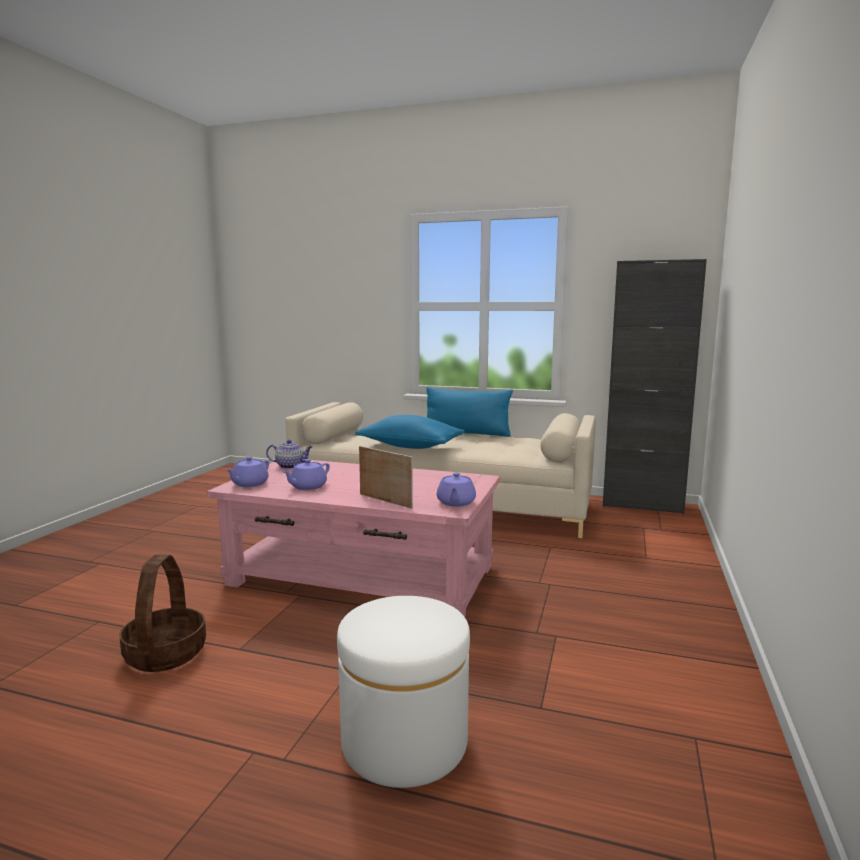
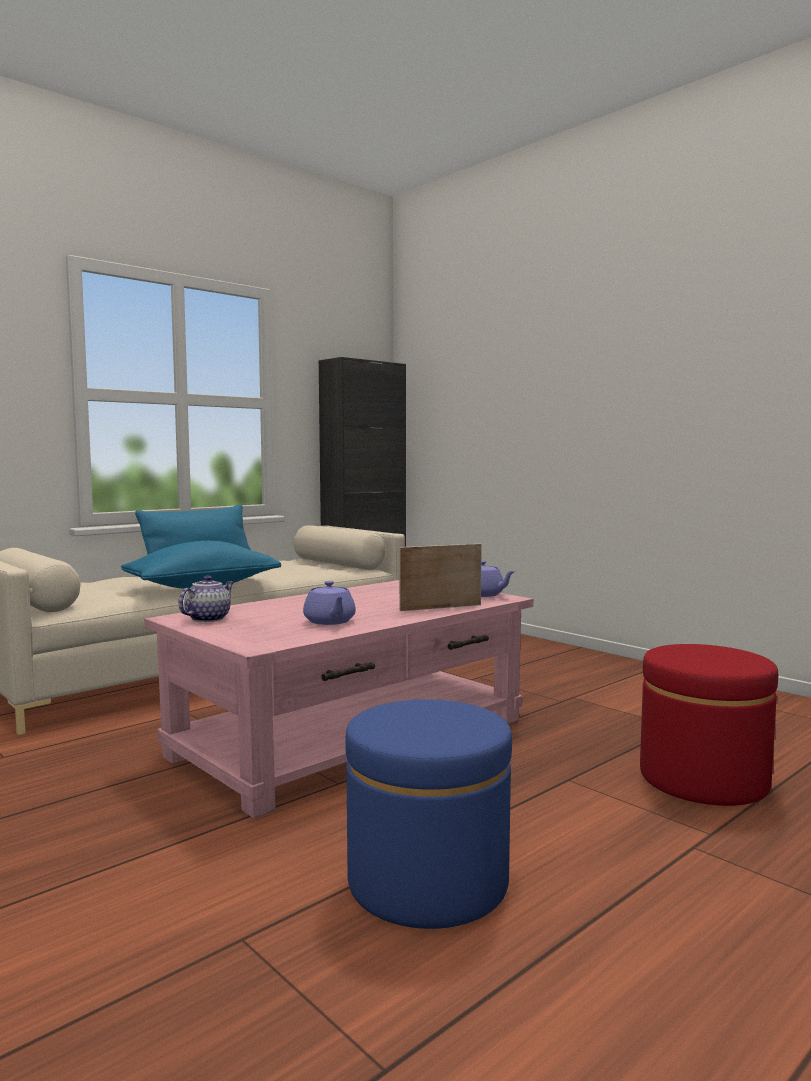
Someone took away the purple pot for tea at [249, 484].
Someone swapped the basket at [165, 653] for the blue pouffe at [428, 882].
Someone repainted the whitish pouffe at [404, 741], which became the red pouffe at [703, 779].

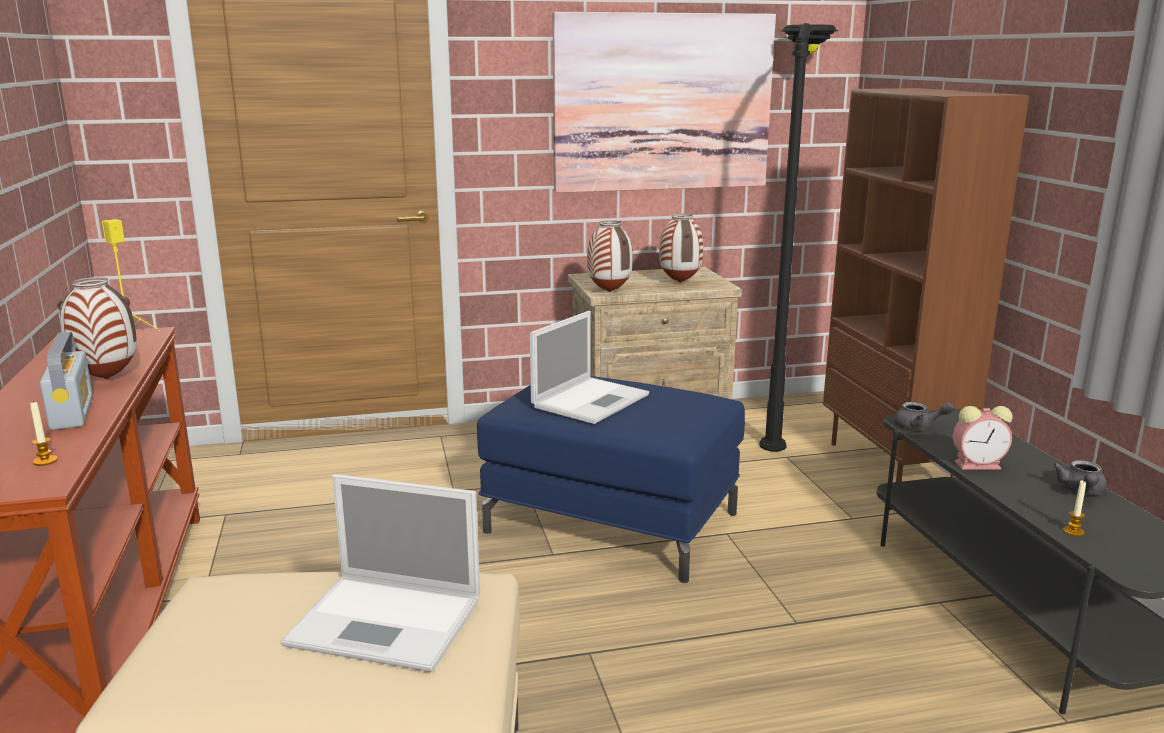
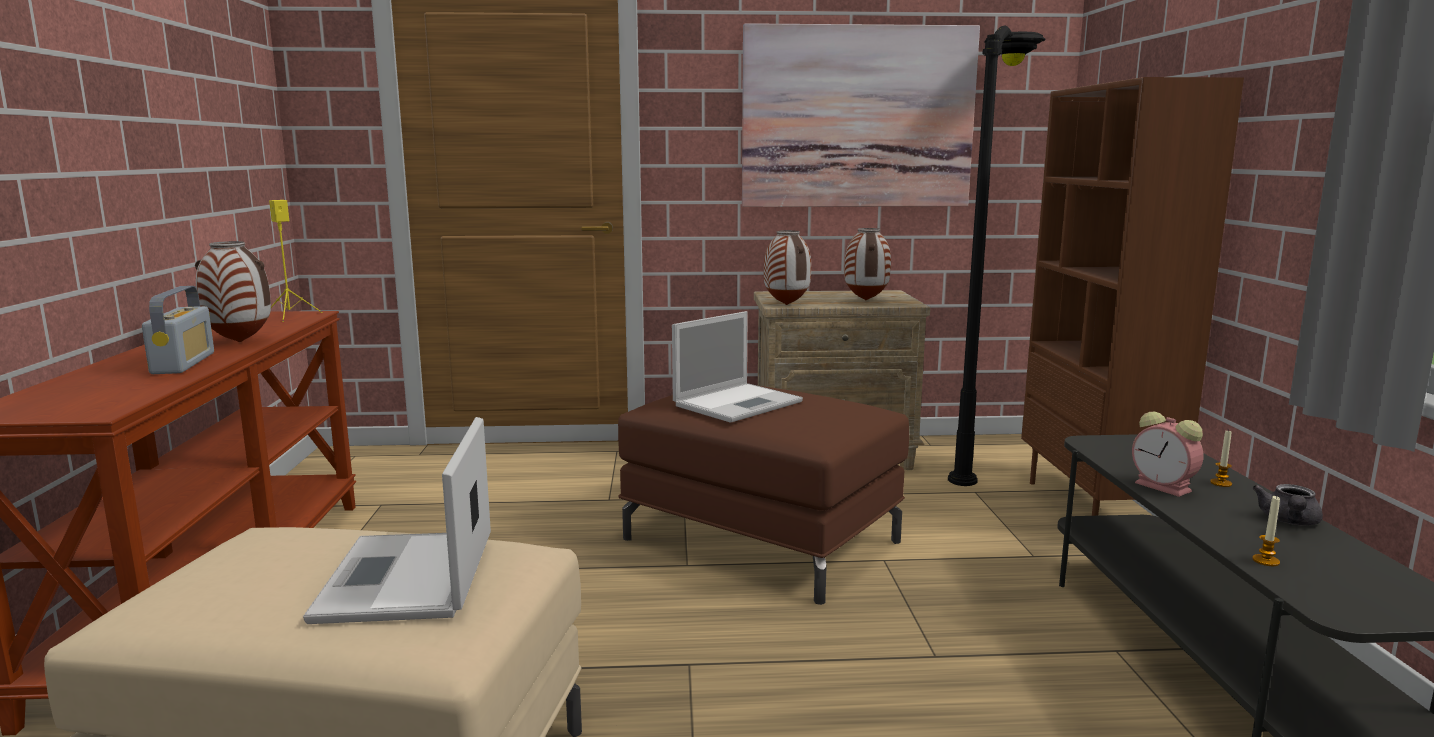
Someone took away the greyish pot for tea at [919, 427].
Someone carried the wax candle from [45, 461] to [1221, 483].
Someone repainted the blue pouffe at [612, 522], which became the brown pouffe at [762, 540].
Someone rotated the portable computer at [389, 622] by 60 degrees clockwise.
Someone rotated the bedside clock at [979, 465] by 45 degrees clockwise.

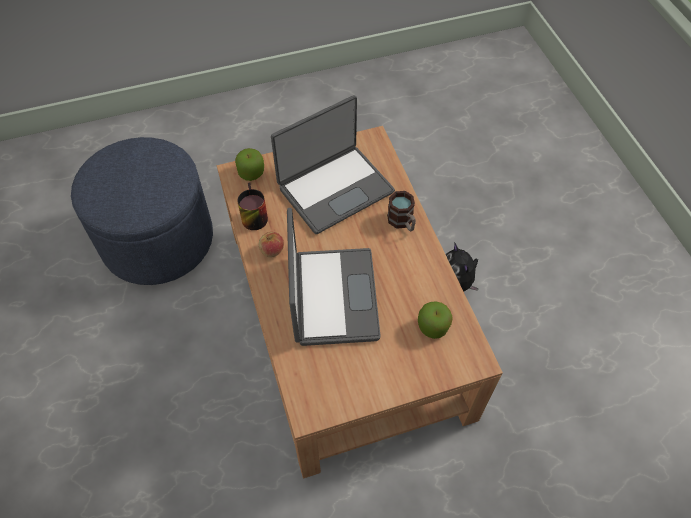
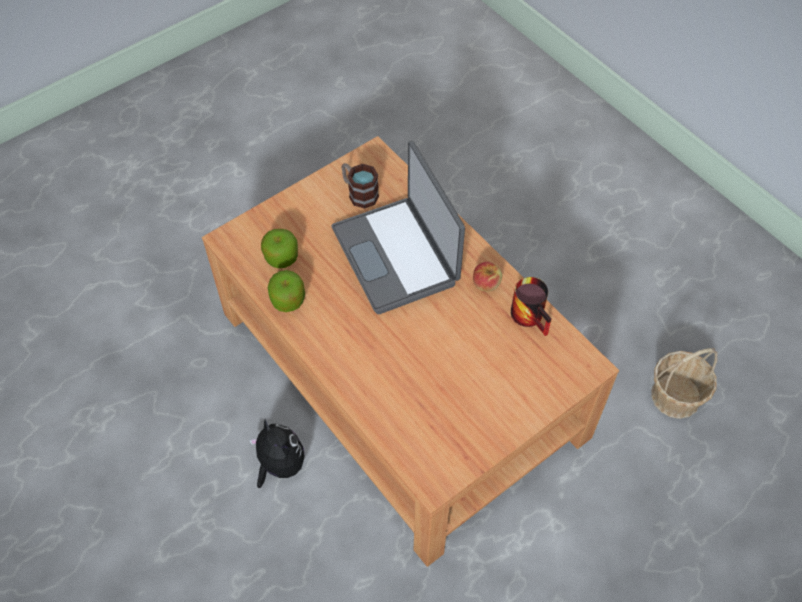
Someone took away the portable computer at [334, 188].
Someone carried the apple from [251, 172] to [288, 300].
Someone carried the tea mug from [402, 222] to [359, 193].
Someone swapped the blue pouffe at [157, 239] for the basket at [676, 396].

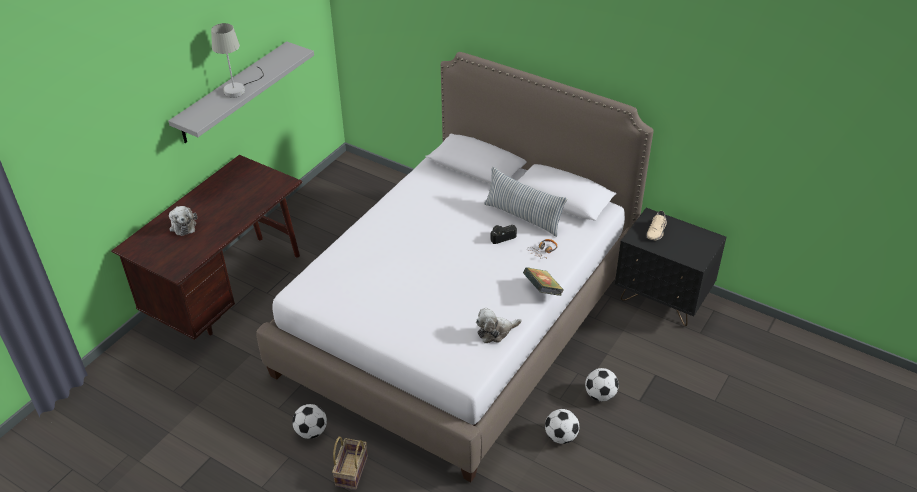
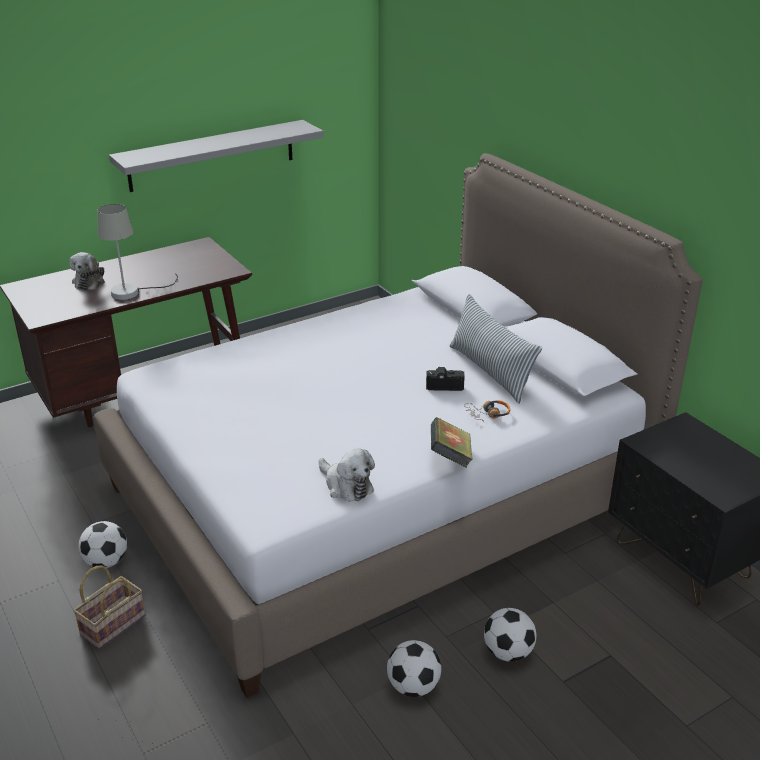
Someone took away the sand-coloured shoe at [657, 231].
Someone carried the greyish tabletop lamp from [239, 88] to [133, 292].
Someone rotated the cuddly toy at [495, 332] by 135 degrees counterclockwise.

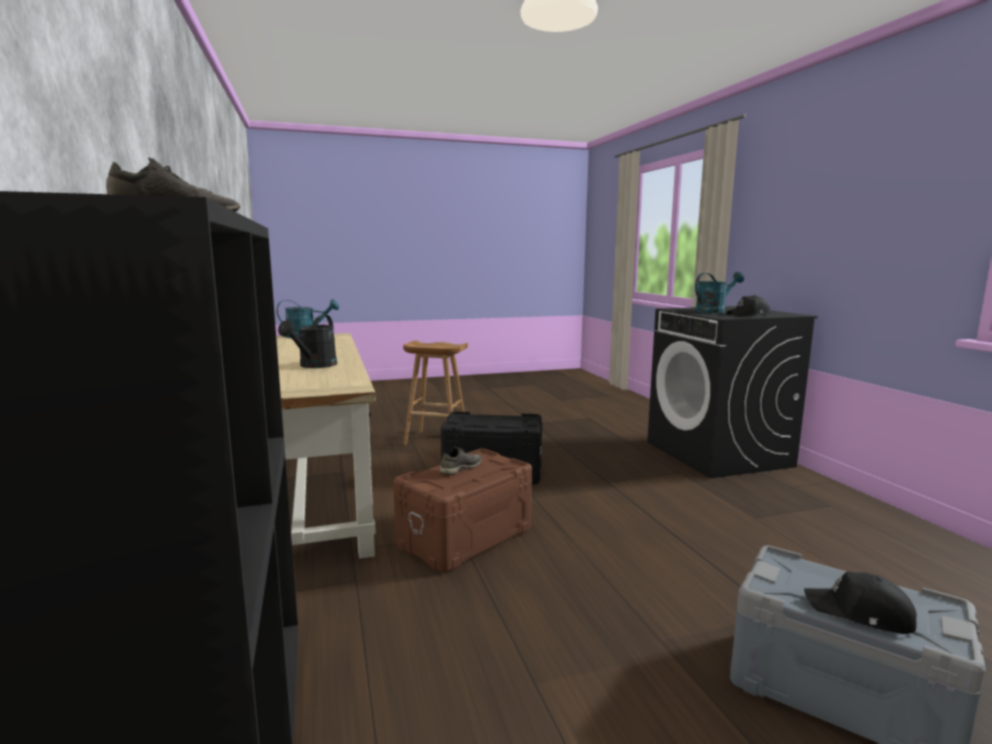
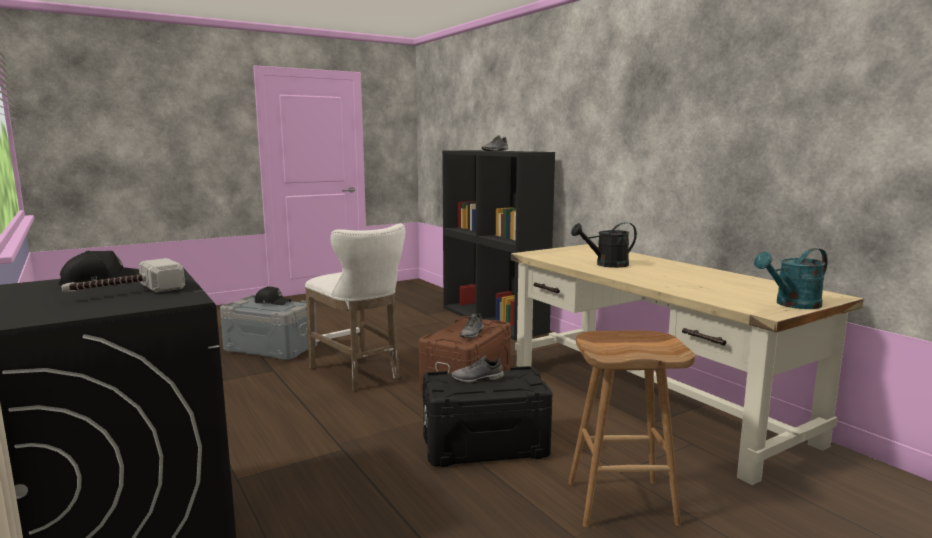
Someone put down the whitish stool at [358, 373].
Someone put down the greyish shoe at [477, 379].
Someone swapped the turquoise watering pot at [713, 311] for the hammer at [125, 292].
Someone rotated the blackish watering pot at [314, 366] by 105 degrees counterclockwise.

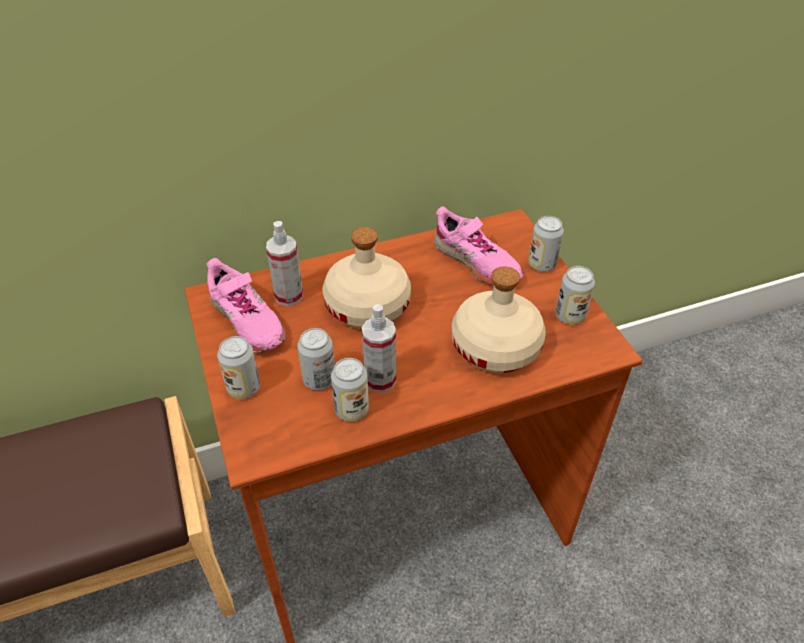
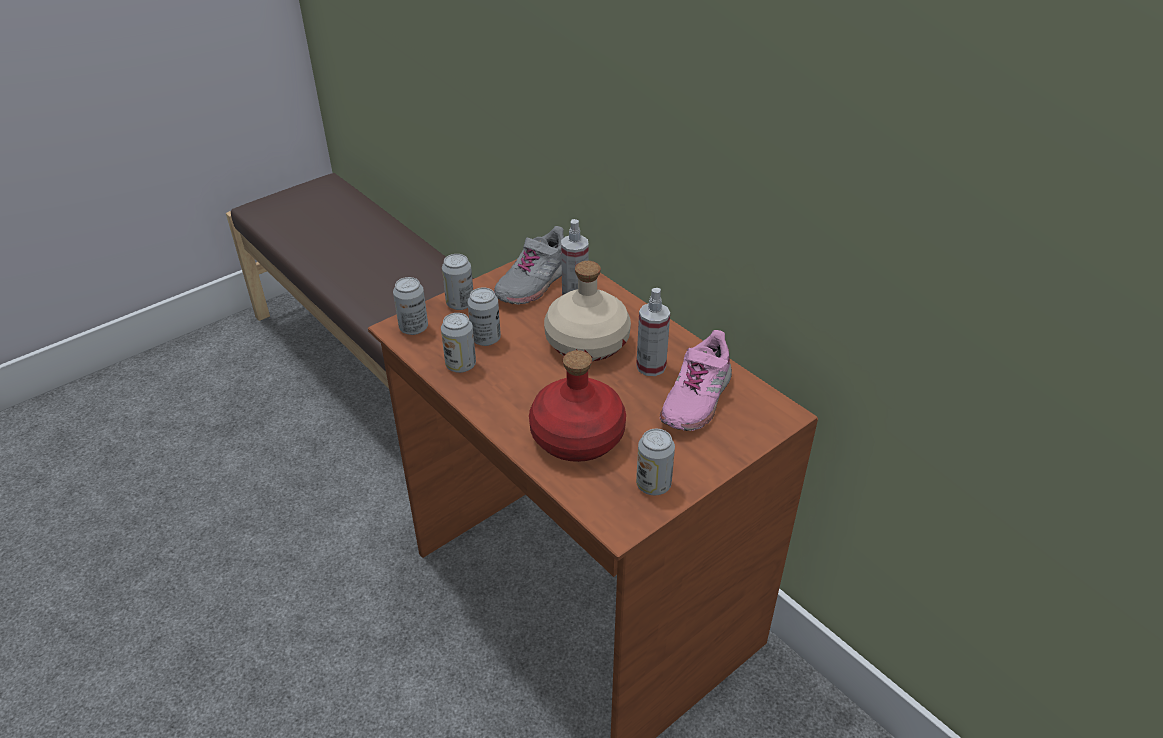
Someone carried the spray bottle from [380, 380] to [651, 366].
Someone carried the can from [542, 264] to [413, 328].
Someone repainted the pinkish shoe at [246, 321], which became the greyish shoe at [532, 282].
Someone repainted the sand-coloured drink bottle at [496, 346], which became the red drink bottle at [578, 437].

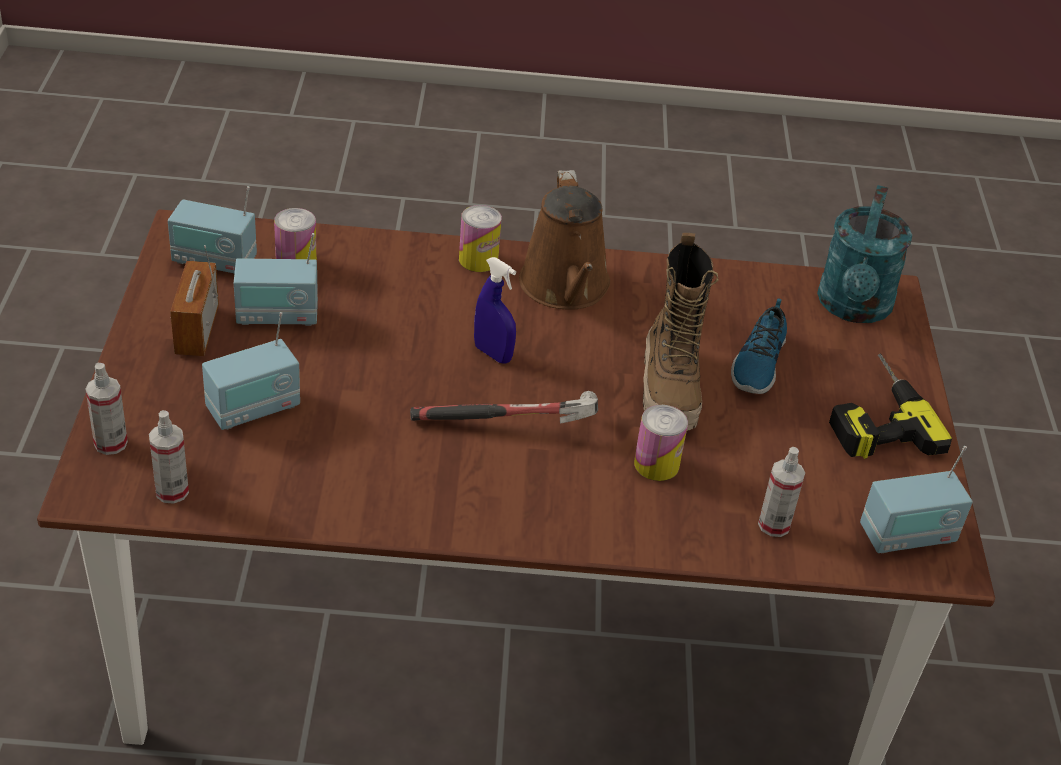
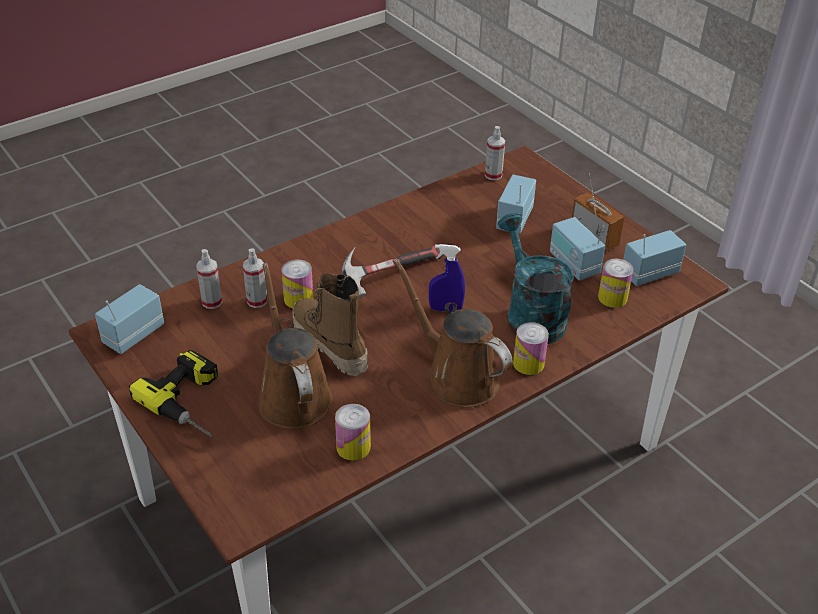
Someone put down the can at [353, 447].
Someone carried the spray bottle from [110, 443] to [257, 301].
Someone carried the turquoise watering pot from [853, 308] to [530, 314].
Someone swapped the shoe at [757, 363] for the brown watering pot at [292, 395].
Someone rotated the radio receiver at [277, 316] by 75 degrees counterclockwise.

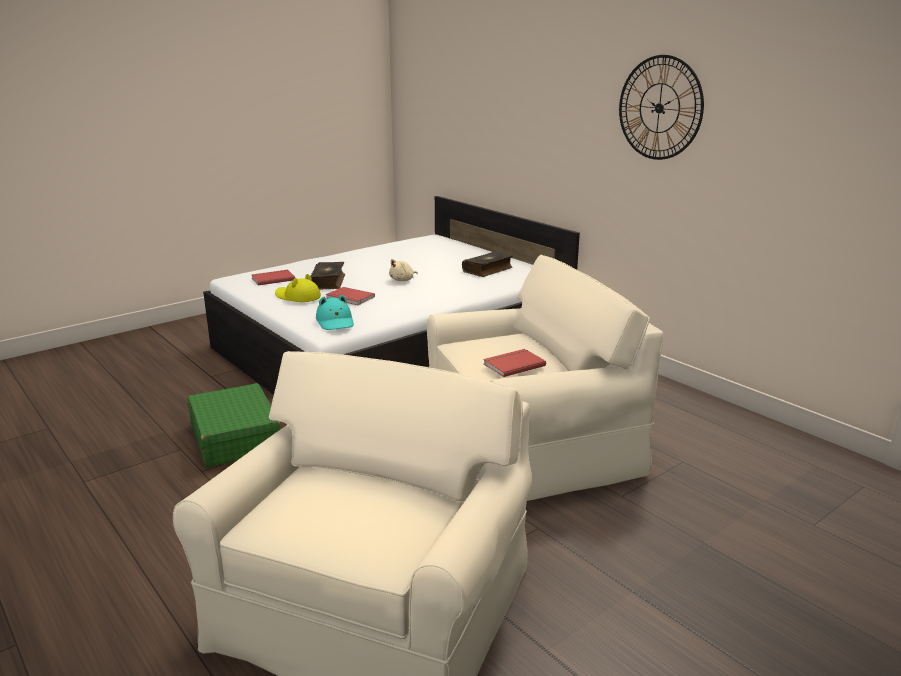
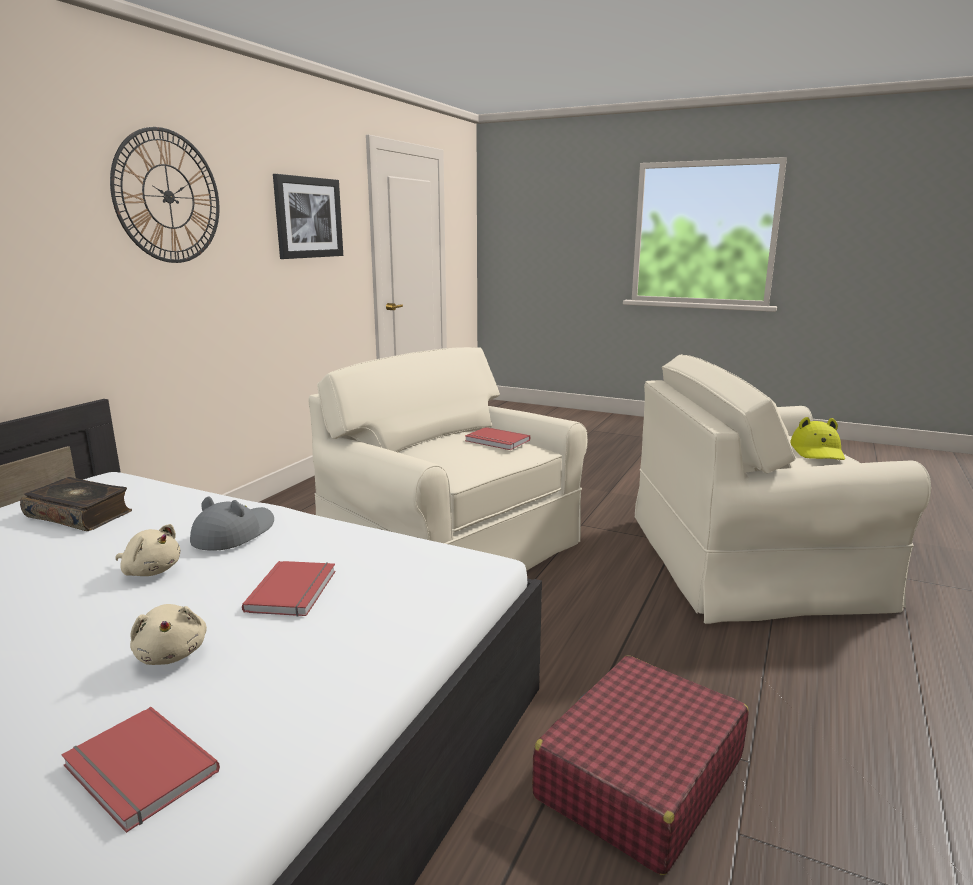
Someone took away the turquoise hat at [335, 322].
Someone put down the greyish hat at [234, 533].
Someone put up the wall art at [308, 217].
Someone carried the yellow-coloured hat from [297, 297] to [817, 451].
Someone swapped the volume at [328, 282] for the sand-coloured cuddly toy at [172, 654].
Someone repainted the green suitcase at [236, 438], which became the red suitcase at [639, 778].

